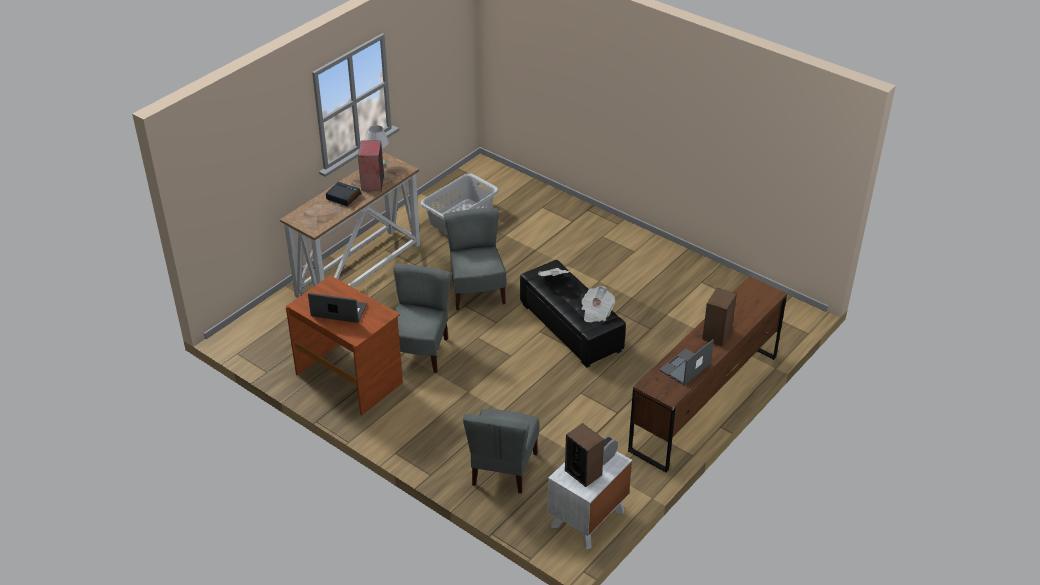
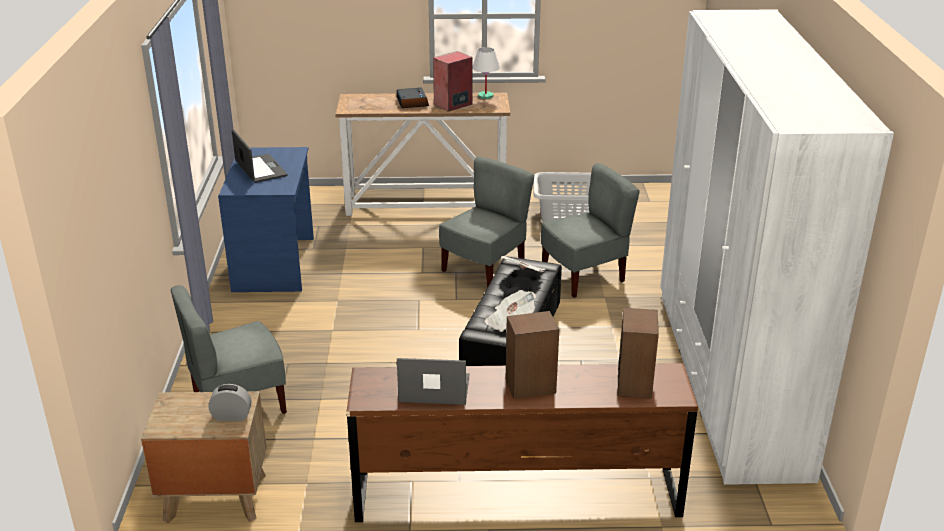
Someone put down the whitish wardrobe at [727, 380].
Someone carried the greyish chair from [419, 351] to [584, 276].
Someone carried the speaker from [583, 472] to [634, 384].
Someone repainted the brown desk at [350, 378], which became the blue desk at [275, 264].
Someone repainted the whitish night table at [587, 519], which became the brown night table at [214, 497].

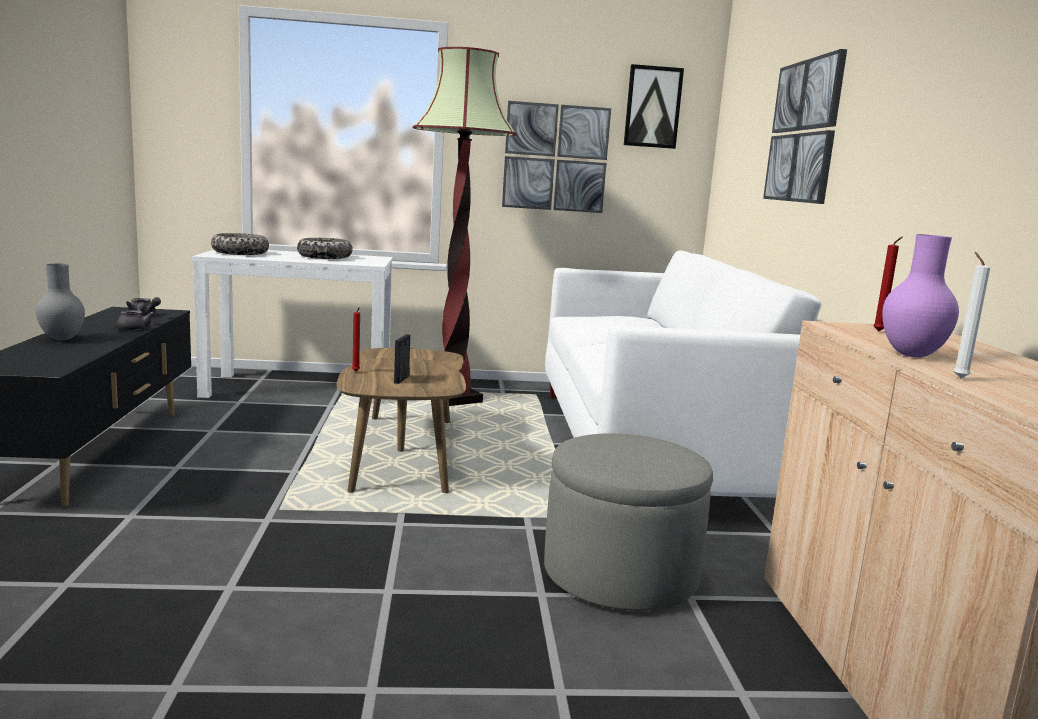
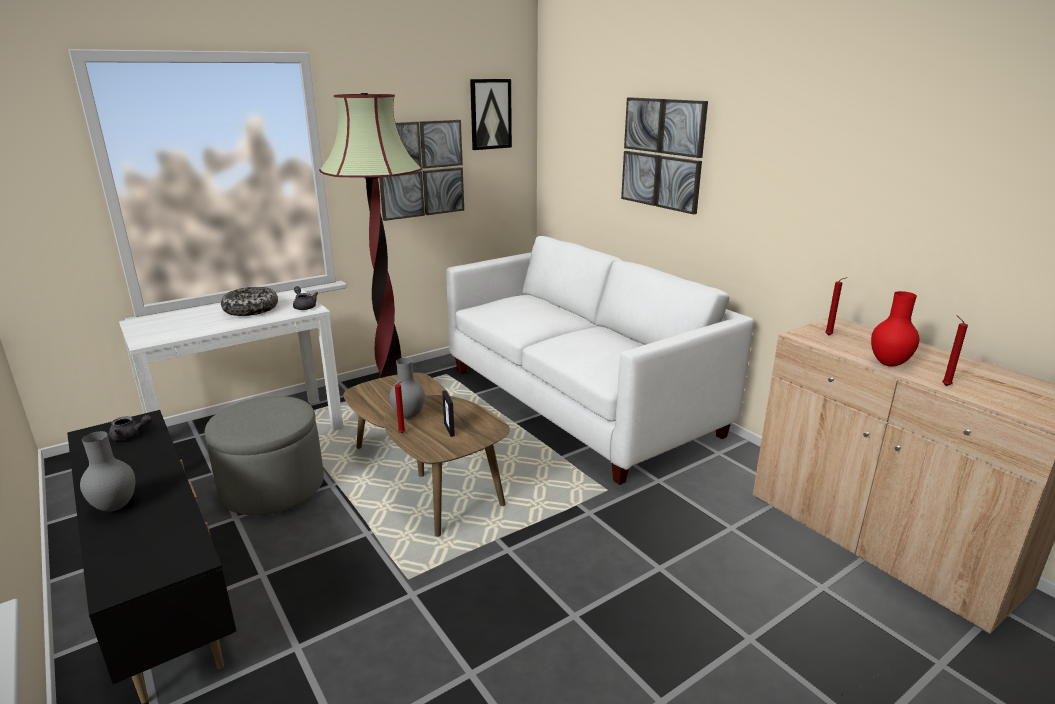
Someone took away the deep dish at [240, 253].
Someone put down the greyish vase at [407, 416].
Someone carried the greyish pot for tea from [135, 328] to [304, 306].
Someone carried the greyish pouffe from [620, 574] to [273, 488].
Someone repainted the purple vase at [910, 355], which became the red vase at [888, 364].
Someone repainted the whitish wax candle at [958, 378], which became the red wax candle at [944, 385].

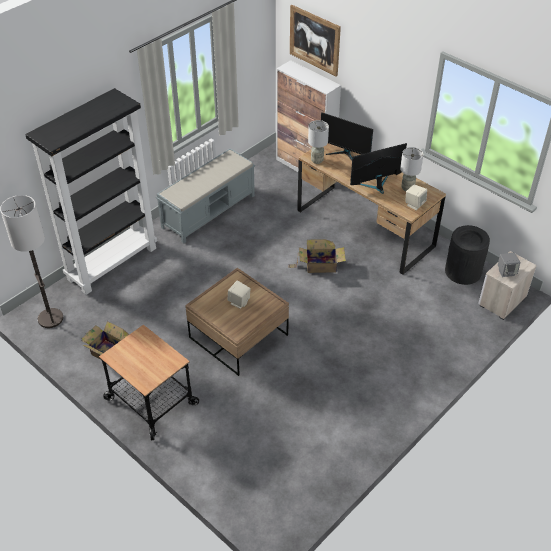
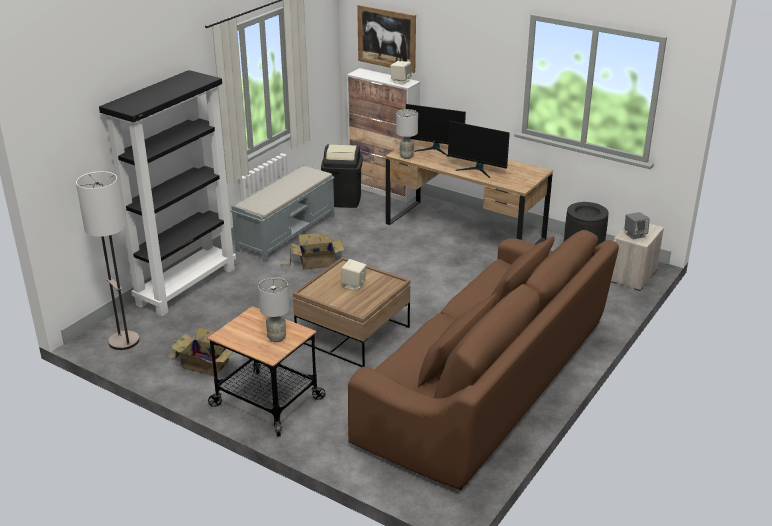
Someone put down the blackish waste bin at [343, 200].
Someone put down the brown settee at [488, 384].
Someone carried the cardboard box from [319, 265] to [315, 262].
Someone carried the greyish tabletop lamp from [408, 188] to [277, 337].
Someone carried the sand-coloured speaker from [414, 204] to [400, 81].
Someone rotated the monitor at [376, 185] by 120 degrees counterclockwise.

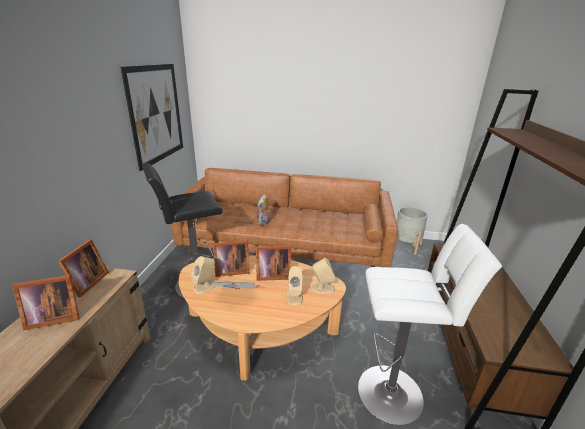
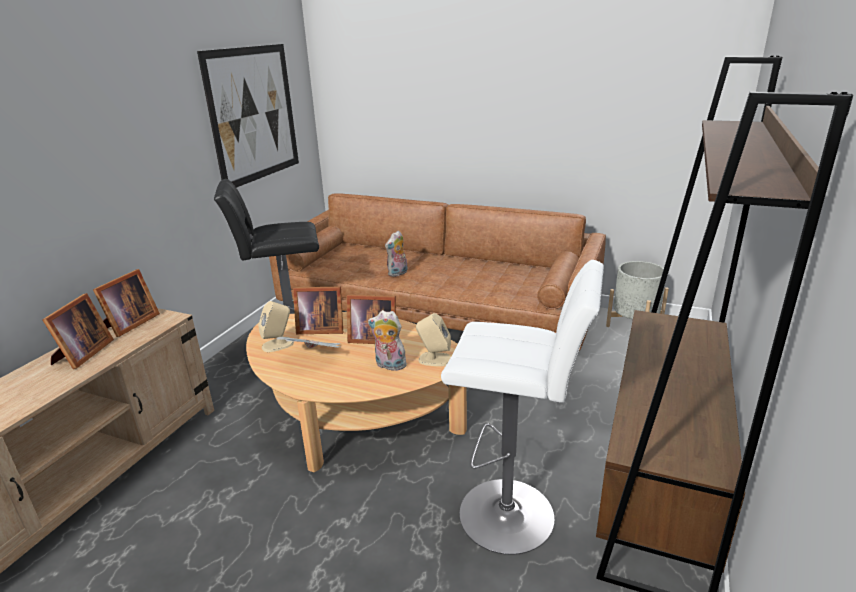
Someone swapped the sand-coloured speaker at [294, 296] for the cuddly toy at [389, 365].
Someone rotated the standing frame at [52, 318] by 75 degrees counterclockwise.

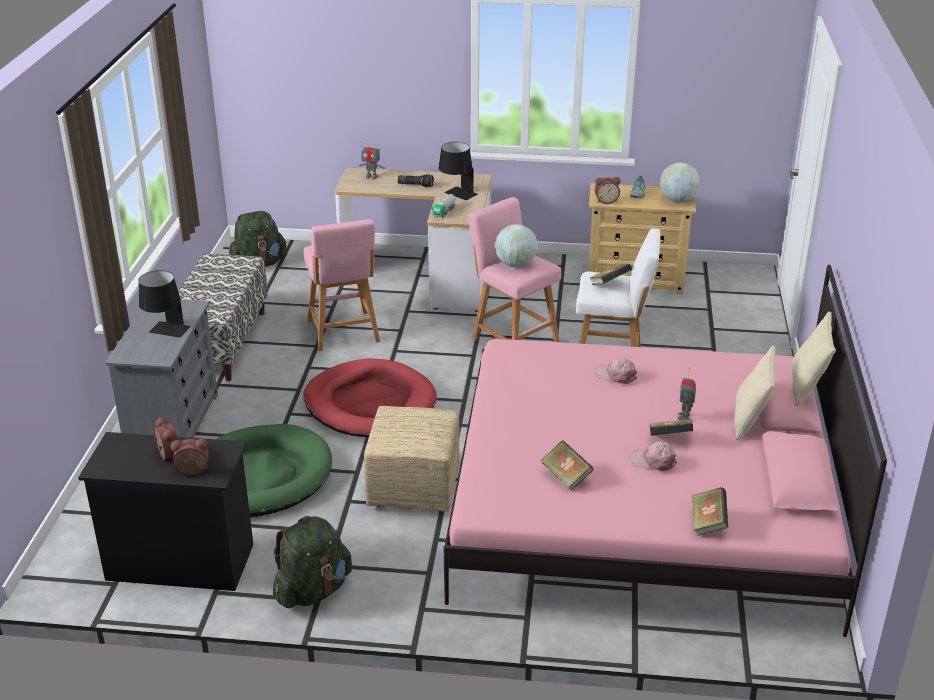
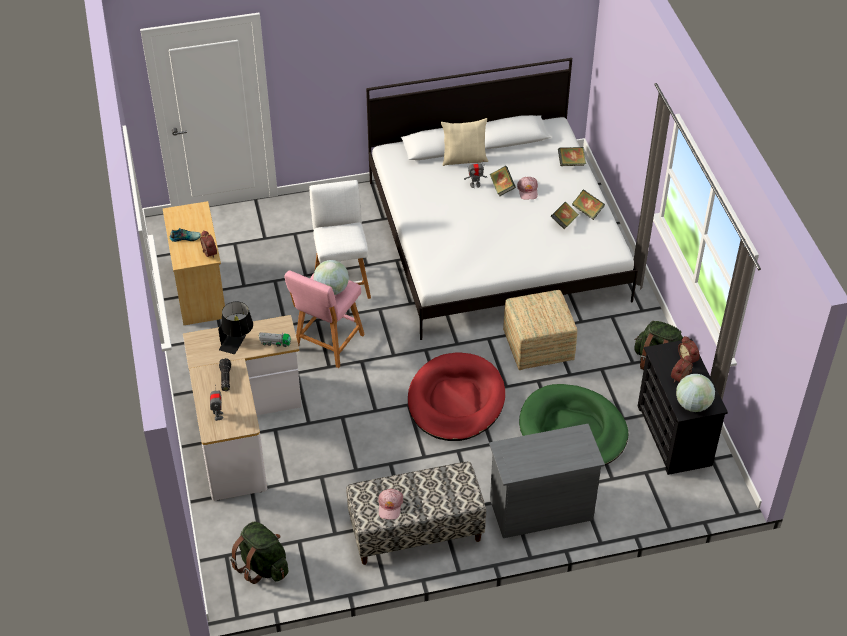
Someone took away the blackish tabletop lamp at [166, 333].
Someone took away the pinkish stool at [344, 333].
Someone took away the sand-coloured pillow at [807, 387].
Someone carried the volume from [609, 284] to [587, 211].
Someone carried the pinkish baseball cap from [616, 375] to [390, 506].
Someone carried the world globe from [677, 200] to [693, 405].
Someone repainted the pinkish sleeping bed at [642, 504], which became the whitish sleeping bed at [496, 239].

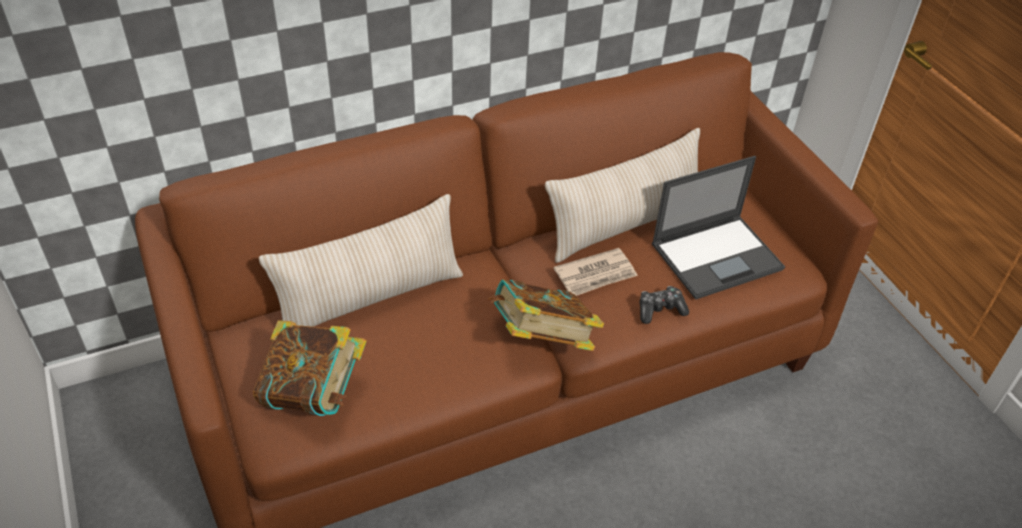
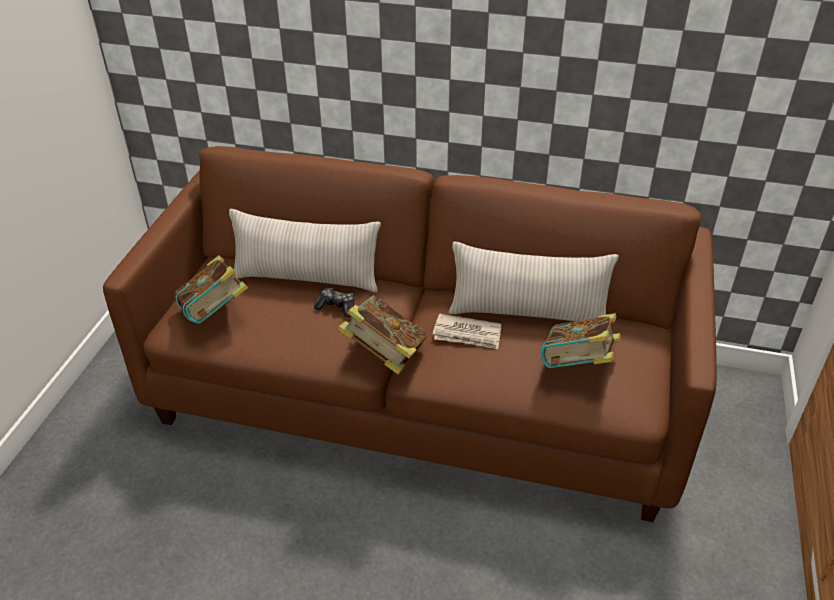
Someone carried the game controller from [660, 310] to [337, 307].
Someone swapped the portable computer at [717, 256] for the volume at [577, 366].

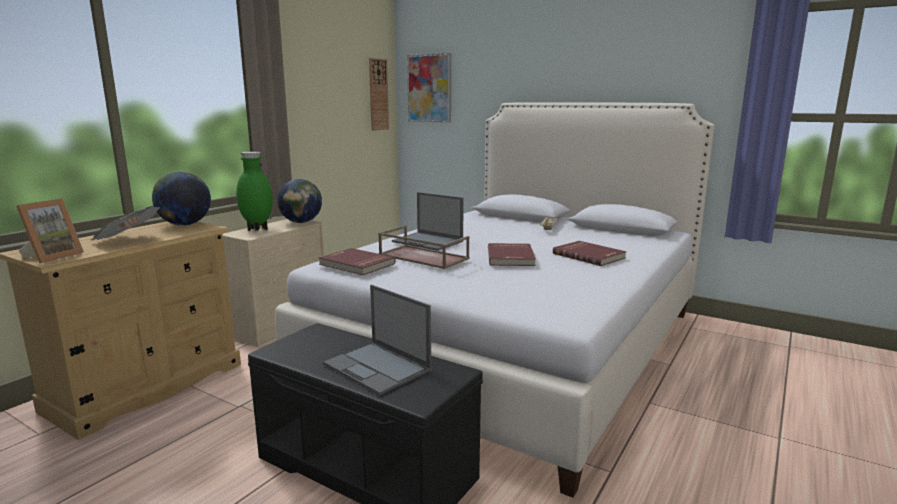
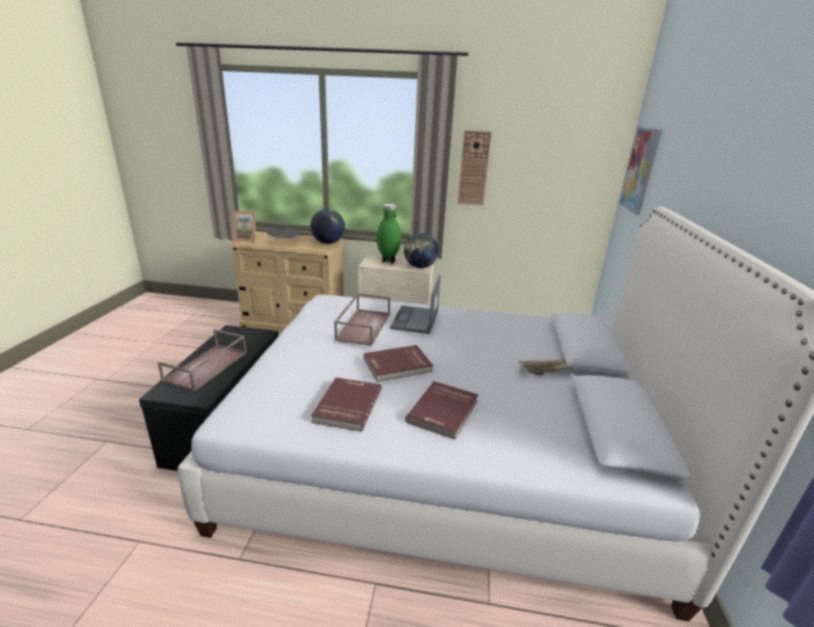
Someone carried the red volume from [356, 264] to [346, 405].
Someone carried the hanging clock from [378, 94] to [474, 168].
Someone swapped the portable computer at [378, 367] for the brown serving tray at [206, 367].

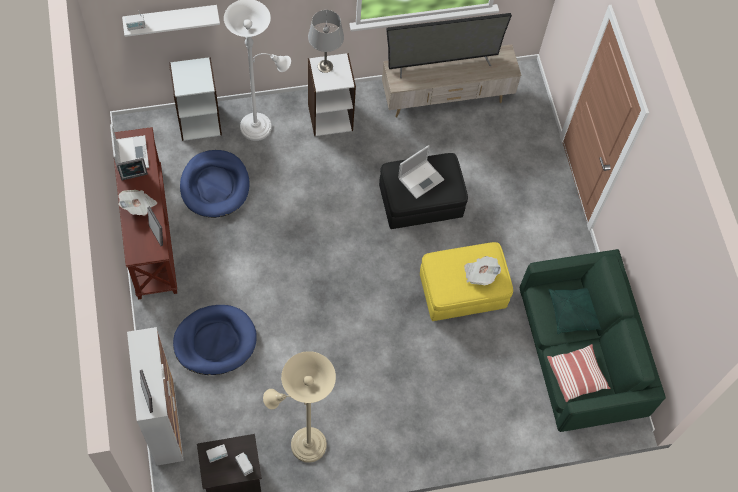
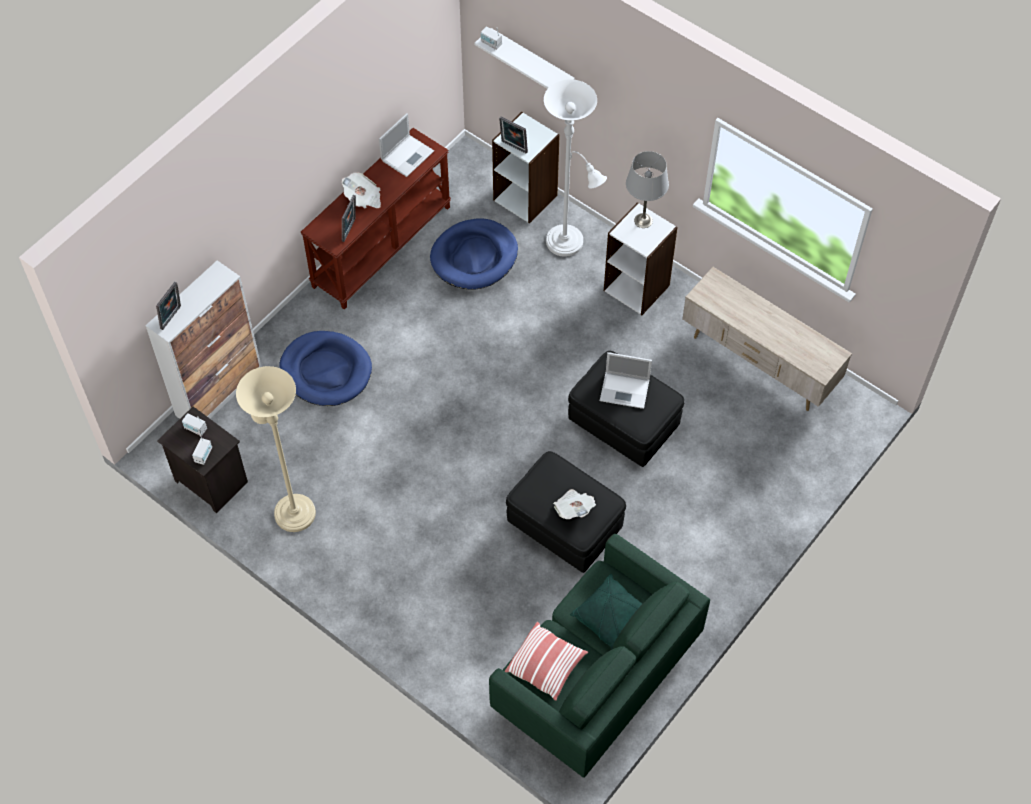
Someone took away the TV at [442, 63].
Someone carried the standing frame from [134, 178] to [513, 147].
Someone repainted the yellow-coloured pouffe at [463, 292], which became the blackish pouffe at [565, 526].

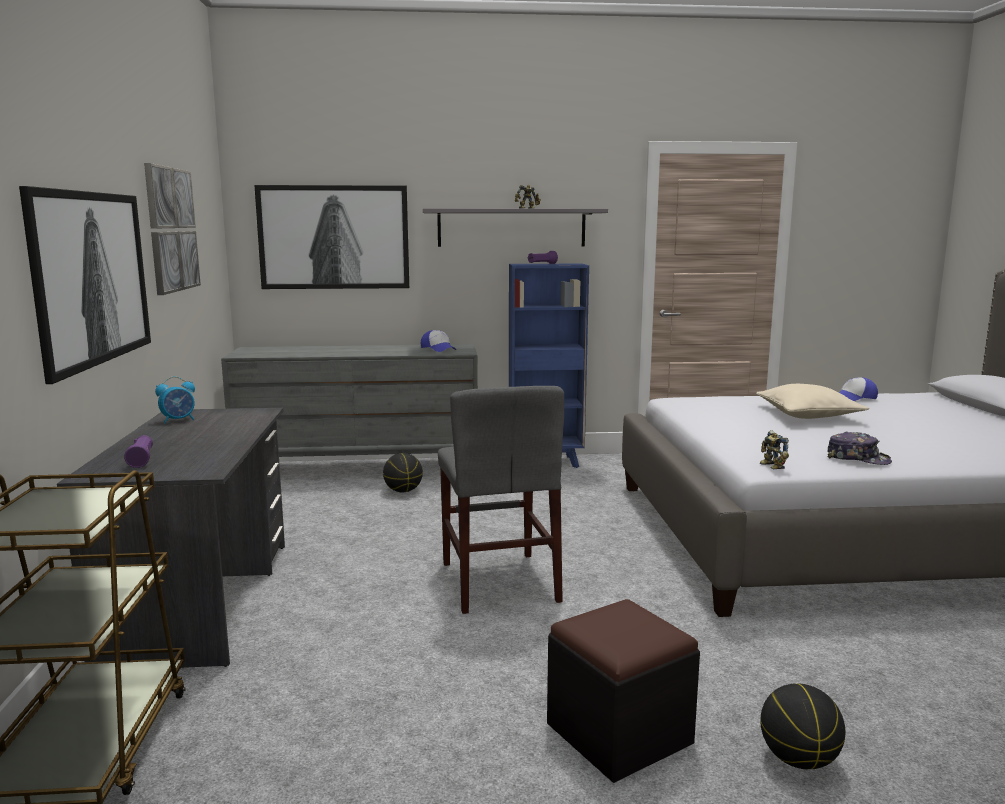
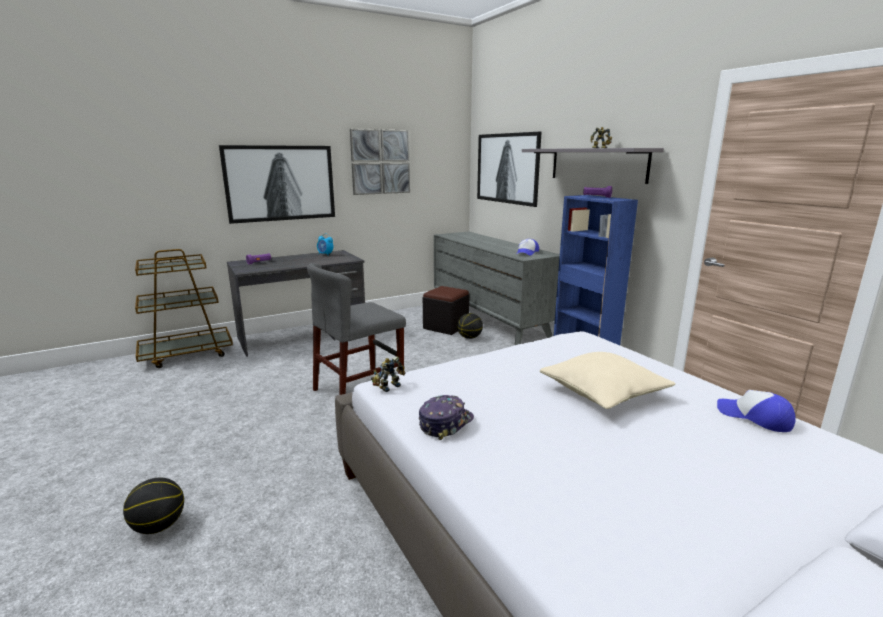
Someone carried the blackish pouffe from [619, 734] to [446, 327].
Someone rotated the baseball cap at [858, 459] by 150 degrees counterclockwise.

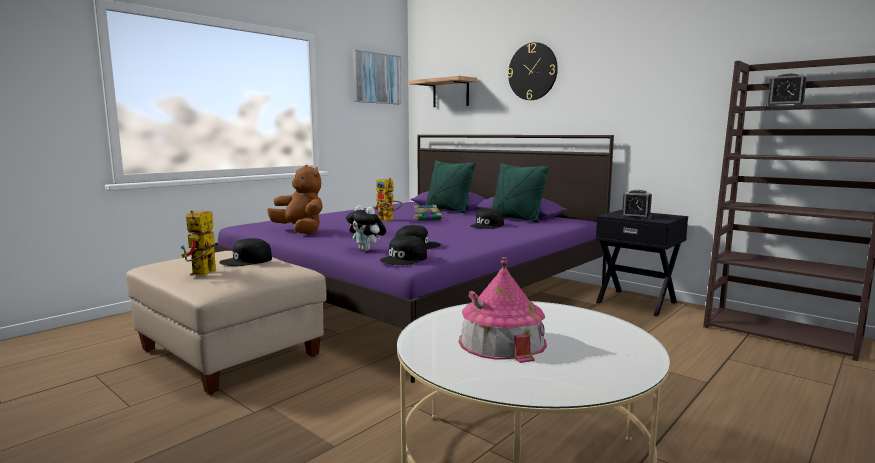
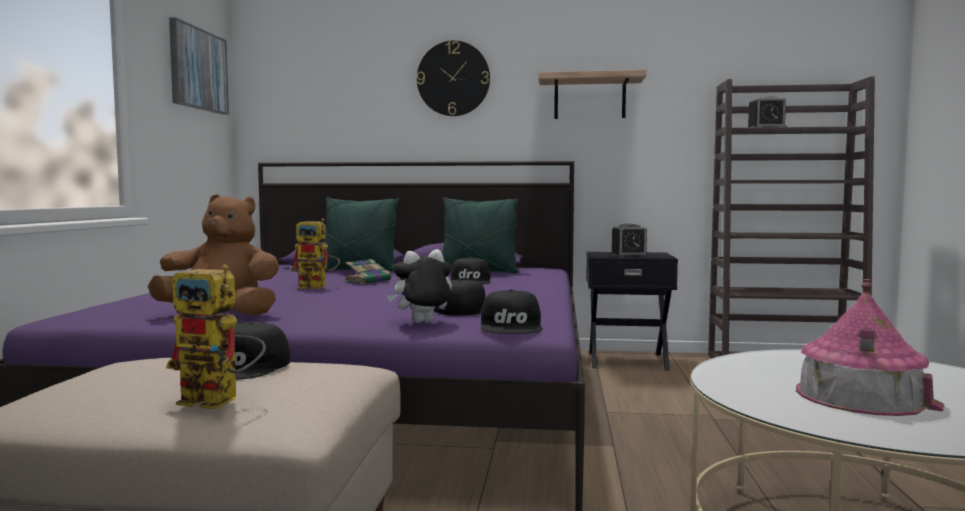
Someone carried the bracket shelf from [450, 93] to [589, 98].
Someone rotated the robot figure at [202, 274] by 45 degrees counterclockwise.
Someone rotated the cuddly toy at [367, 250] by 150 degrees clockwise.

